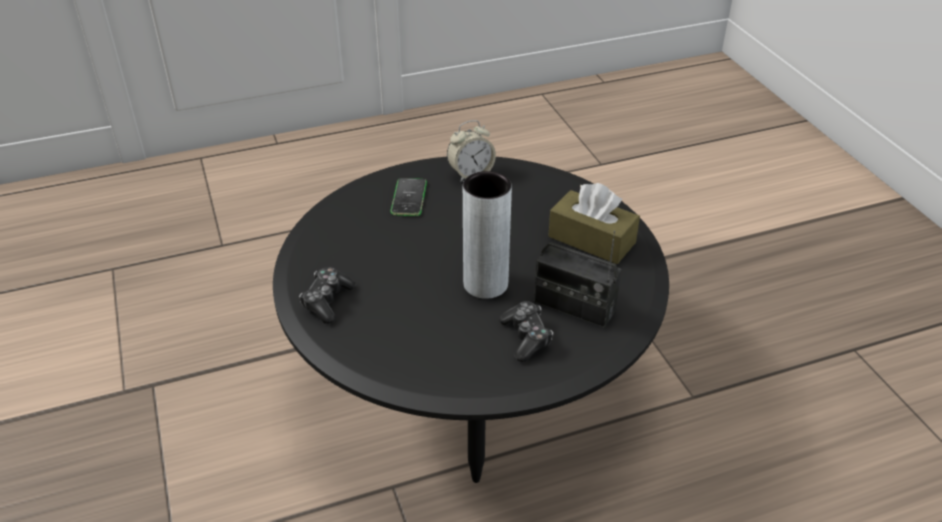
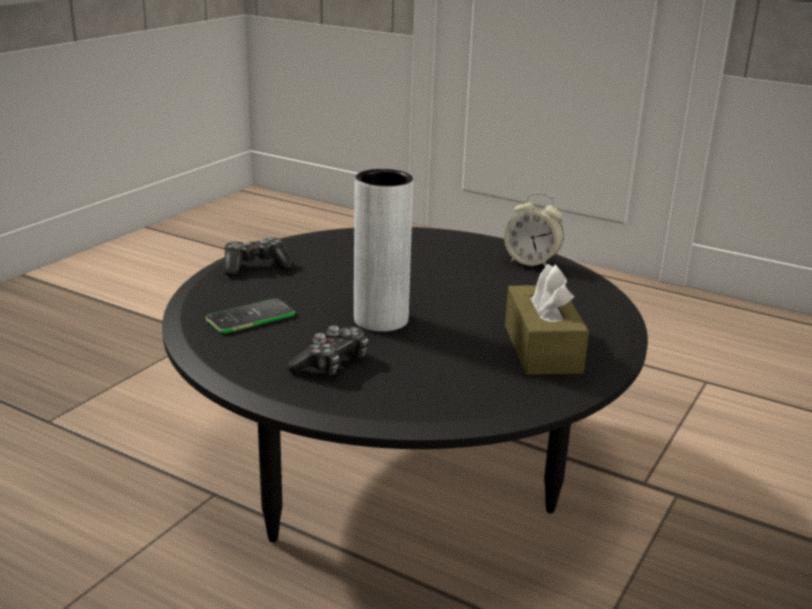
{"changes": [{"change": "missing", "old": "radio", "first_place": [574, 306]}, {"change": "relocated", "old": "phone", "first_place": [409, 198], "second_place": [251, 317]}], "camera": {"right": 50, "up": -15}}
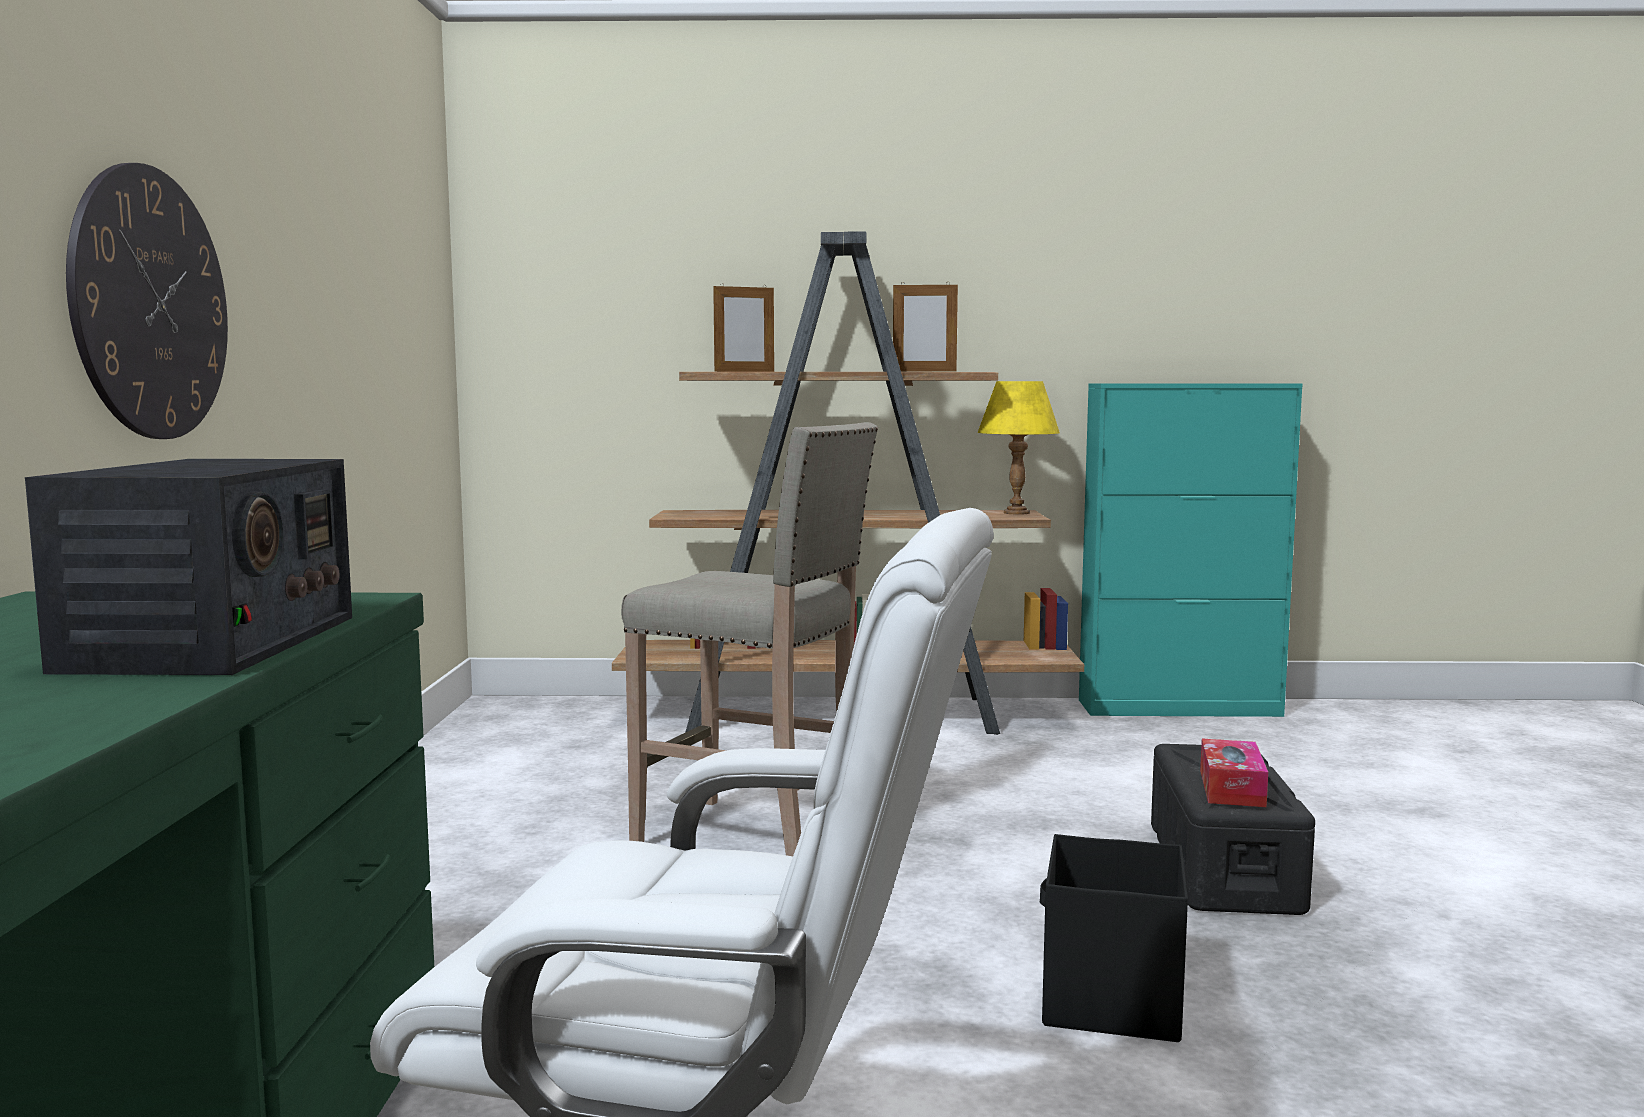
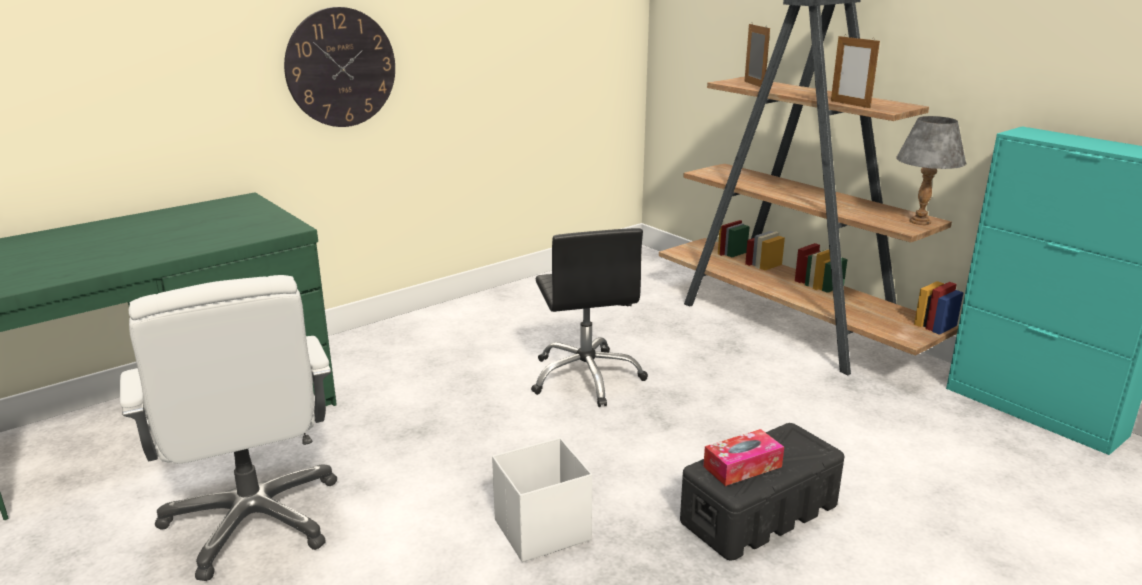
{"changes": [{"change": "missing", "old": "radio", "first_place": [213, 643]}, {"change": "exchanged", "old": "beige stool", "new": "black office chair", "first_place": [754, 839], "second_place": [586, 377]}, {"change": "colour", "old": "yellow table lamp", "new": "grey table lamp", "first_place": [1017, 513], "second_place": [920, 222]}, {"change": "colour", "old": "black storage box", "new": "white storage box", "first_place": [1110, 1002], "second_place": [540, 530]}, {"change": "spun", "old": "picture frame", "first_place": [744, 371], "second_place": [754, 84], "degrees": -135}], "camera": {"right": 50, "up": 15}}
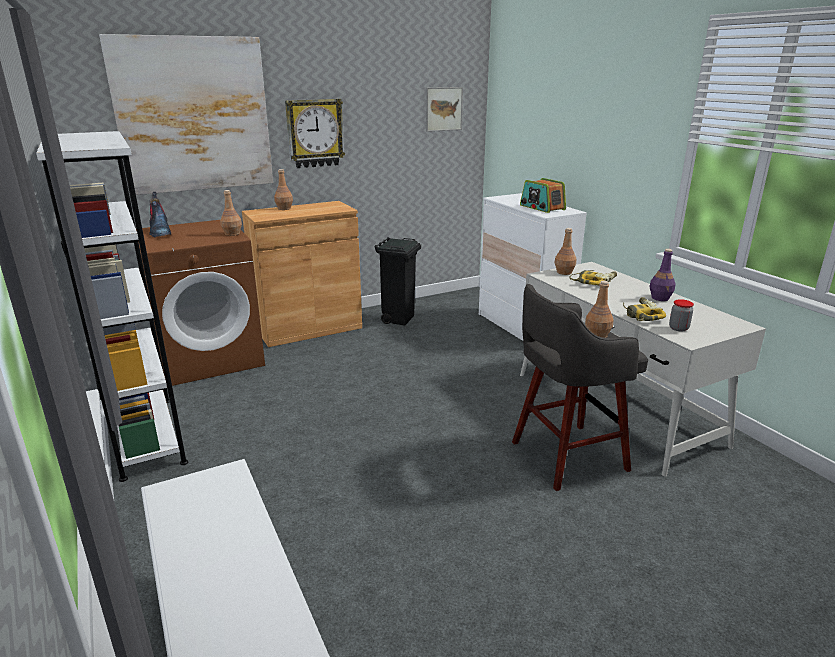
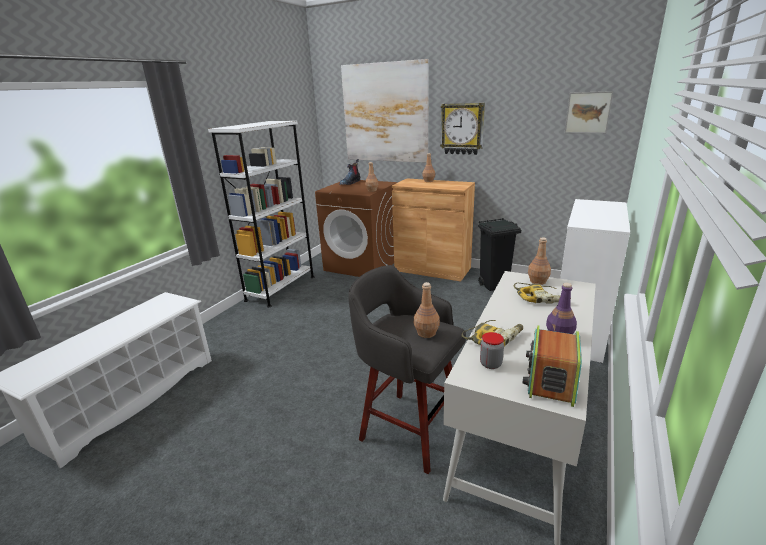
{"changes": [{"change": "relocated", "old": "radio", "first_place": [542, 207], "second_place": [550, 379]}], "camera": {"right": 55, "up": 0}}
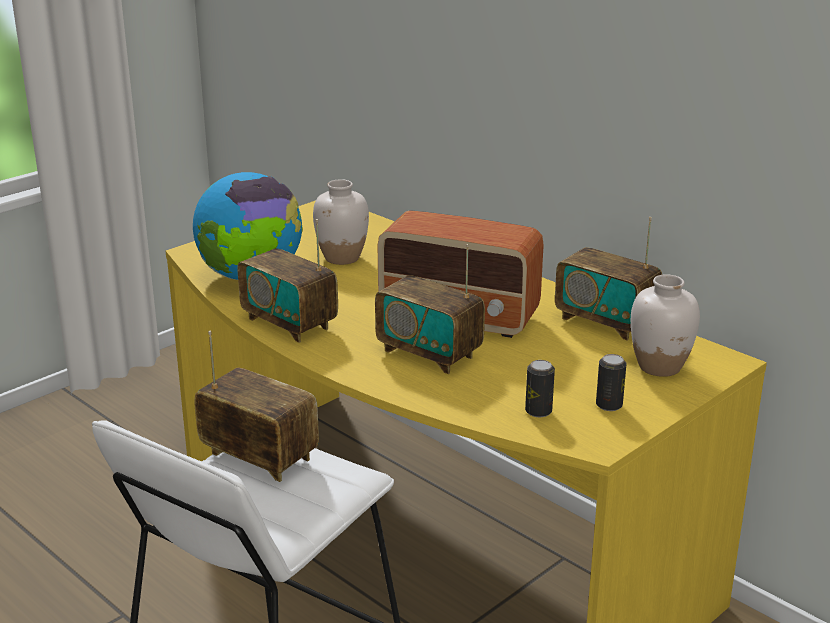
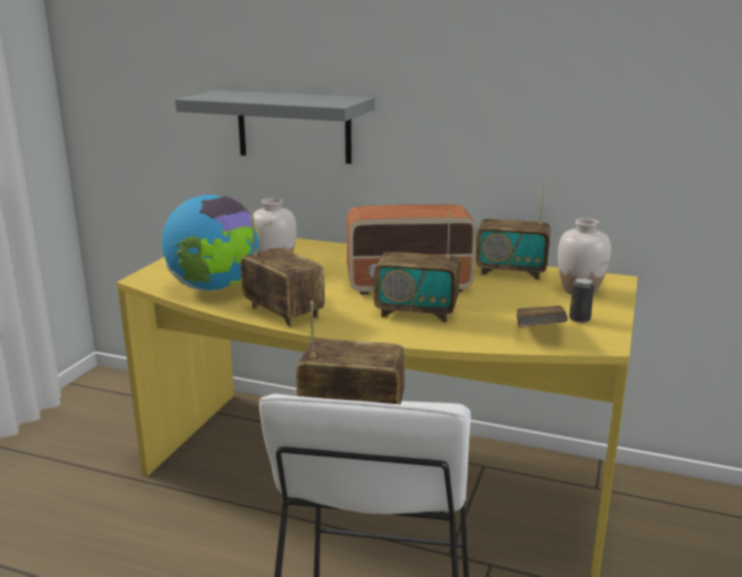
{"changes": [{"change": "appeared", "new": "grey shelf", "second_place": [294, 126]}, {"change": "exchanged", "old": "can", "new": "brown book", "first_place": [538, 411], "second_place": [539, 332]}, {"change": "spun", "old": "radio", "first_place": [289, 323], "second_place": [283, 312], "degrees": -150}], "camera": {"right": -25, "up": -5}}
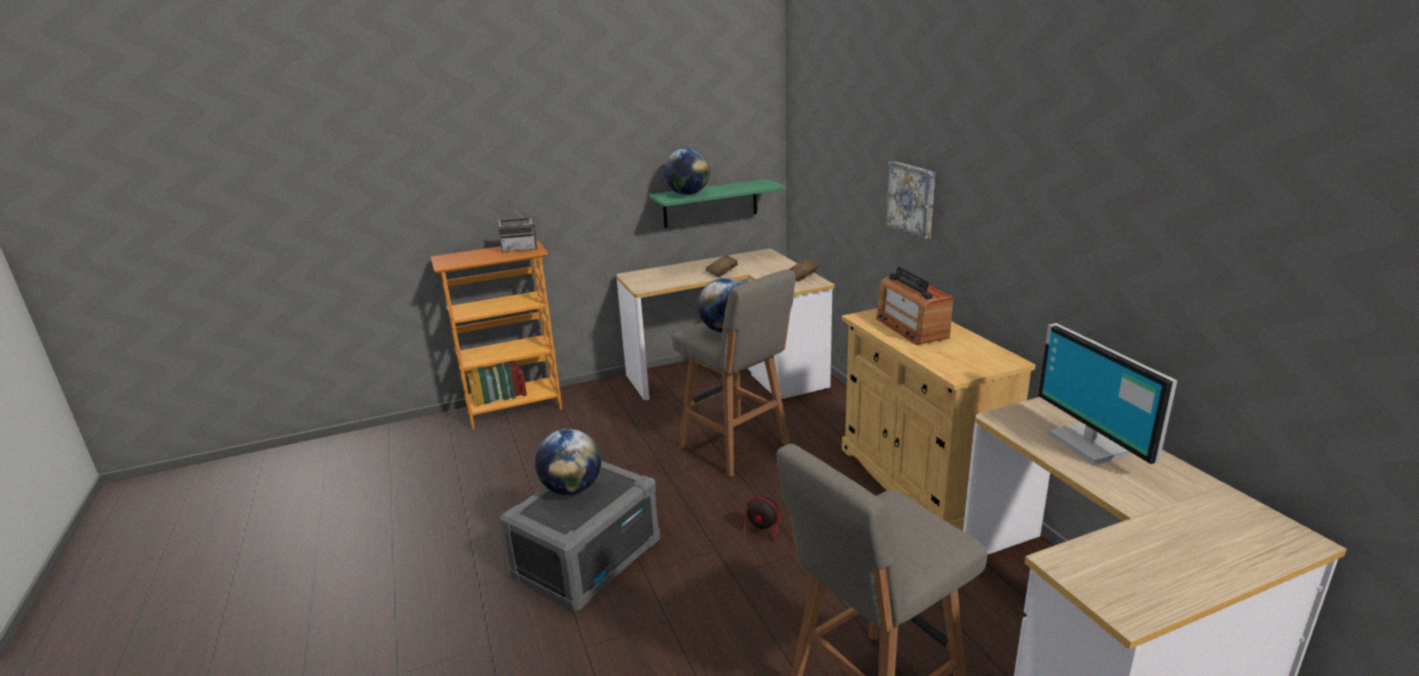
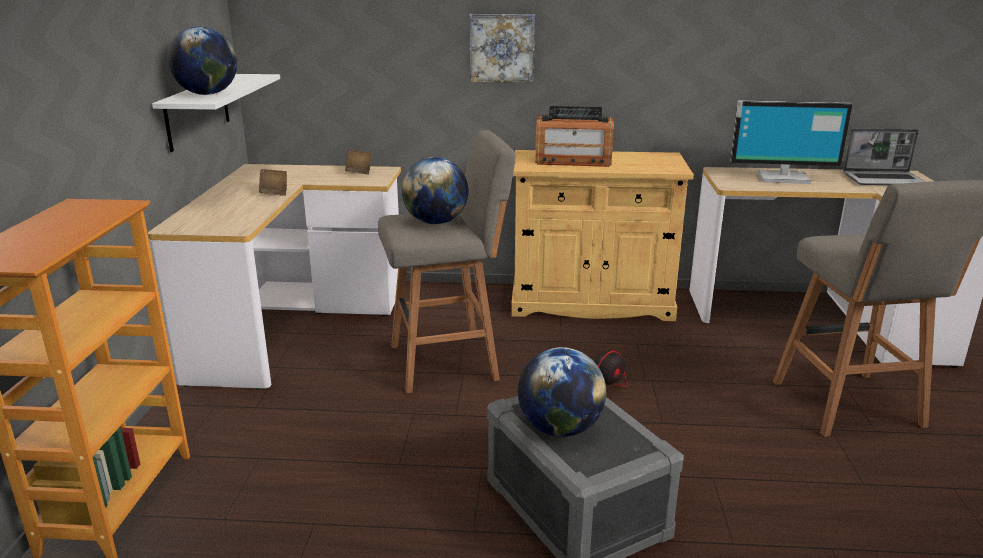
{"changes": [{"change": "missing", "old": "radio", "first_place": [520, 249]}, {"change": "appeared", "new": "laptop", "second_place": [884, 180]}, {"change": "colour", "old": "green shelf", "new": "white shelf", "first_place": [710, 203], "second_place": [197, 111]}], "camera": {"right": -65, "up": 0}}
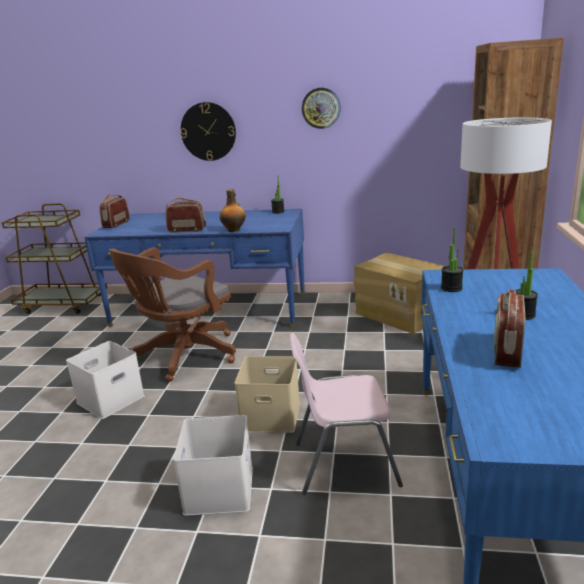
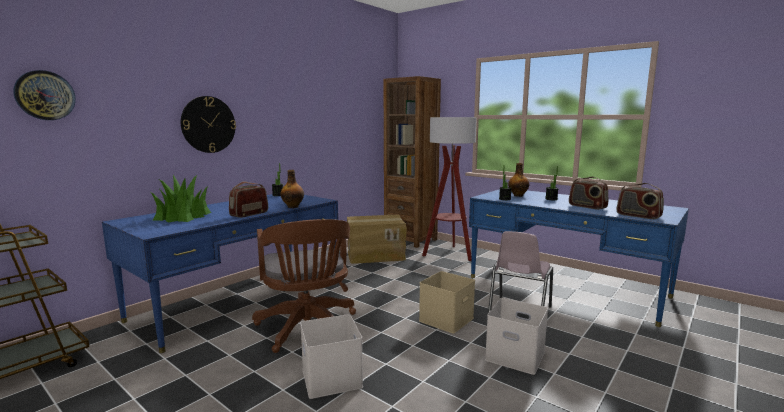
{"changes": [{"change": "appeared", "new": "potted plant", "second_place": [183, 216]}, {"change": "appeared", "new": "bottle", "second_place": [518, 195]}, {"change": "relocated", "old": "radio", "first_place": [116, 224], "second_place": [638, 216]}, {"change": "relocated", "old": "wall clock", "first_place": [321, 108], "second_place": [45, 95]}], "camera": {"right": -60, "up": -10}}
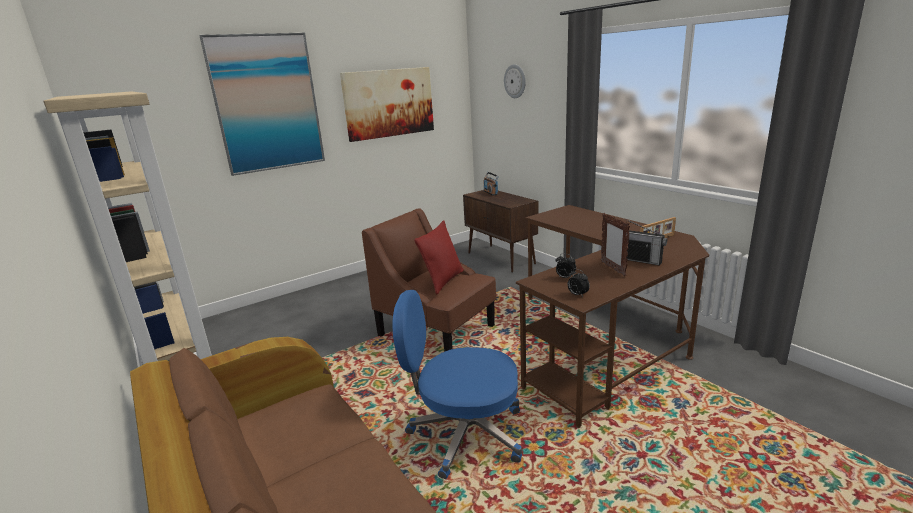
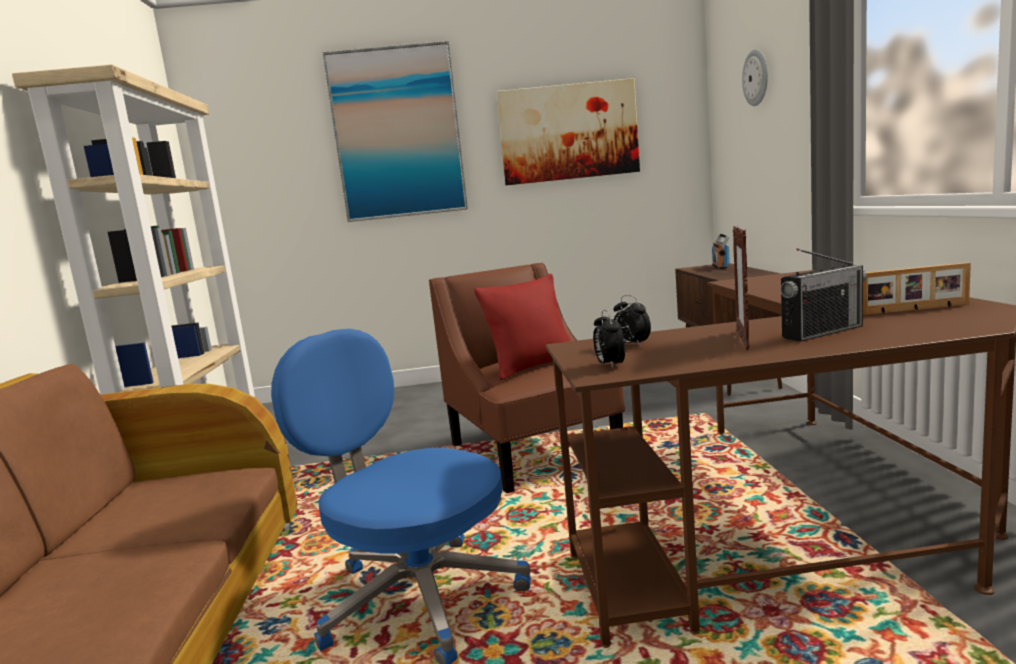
{"changes": [{"change": "spun", "old": "radio", "first_place": [639, 260], "second_place": [822, 332], "degrees": -90}], "camera": {"right": 30, "up": -10}}
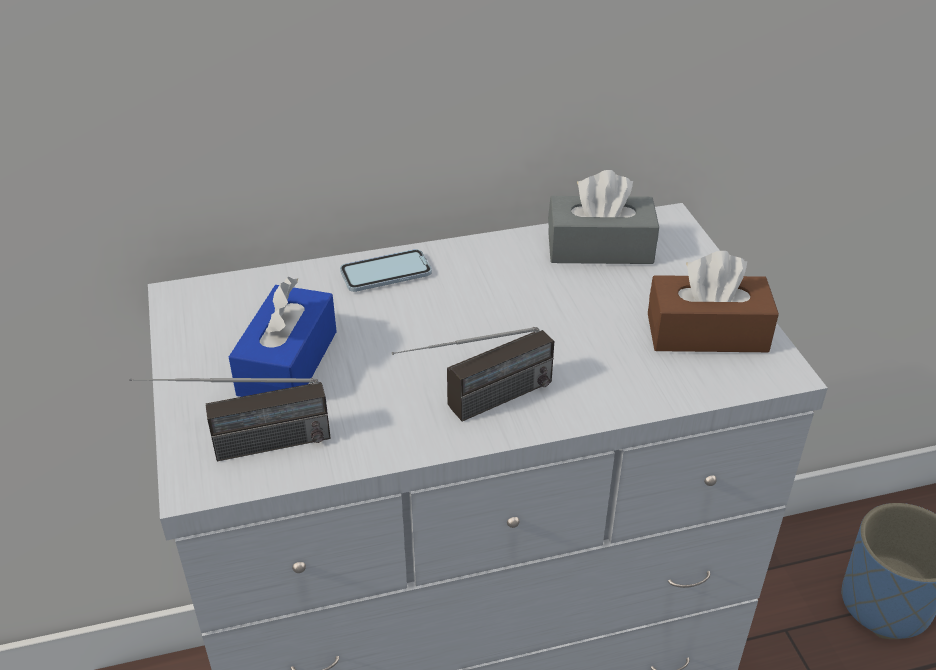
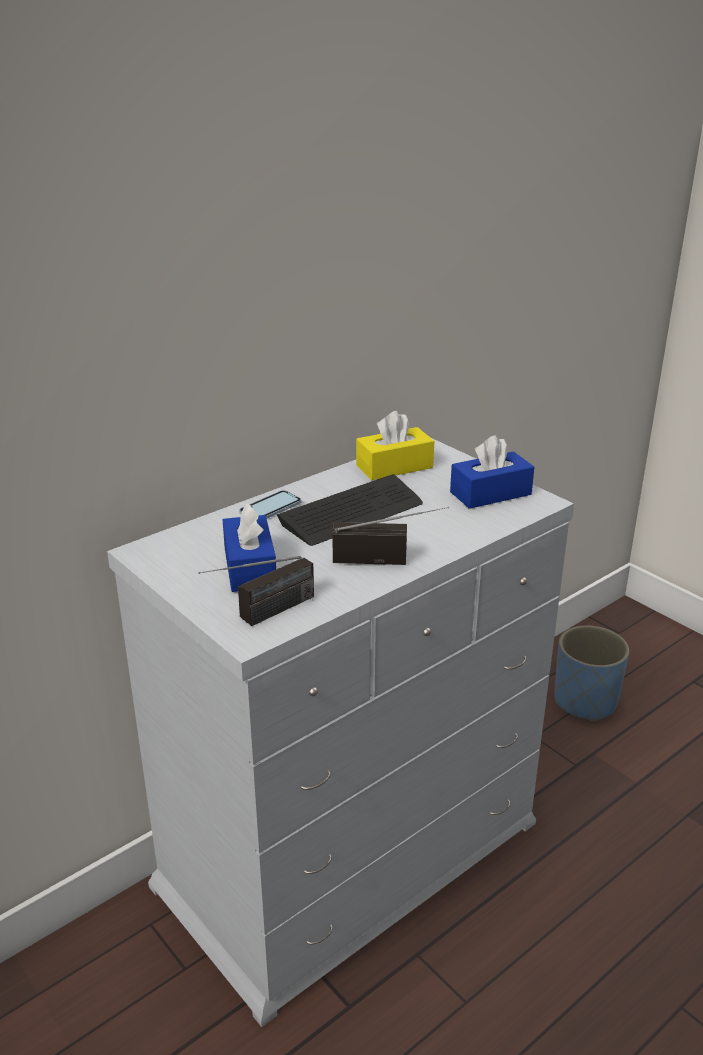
{"changes": [{"change": "appeared", "new": "keyboard", "second_place": [351, 513]}, {"change": "colour", "old": "grey tissue box", "new": "yellow tissue box", "first_place": [600, 248], "second_place": [394, 466]}, {"change": "colour", "old": "brown tissue box", "new": "blue tissue box", "first_place": [707, 333], "second_place": [490, 493]}, {"change": "spun", "old": "radio", "first_place": [477, 406], "second_place": [389, 559], "degrees": -120}], "camera": {"right": -25, "up": -10}}
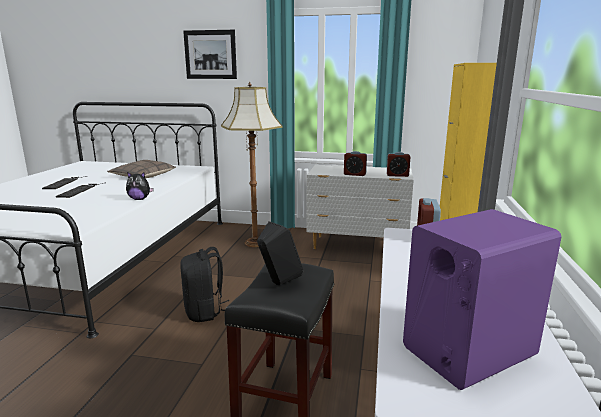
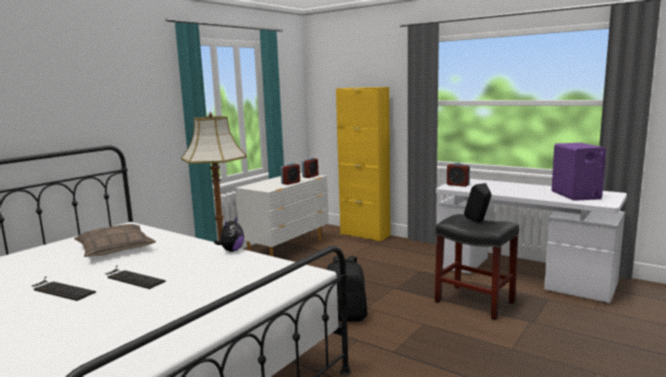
{"changes": [{"change": "missing", "old": "picture", "first_place": [210, 54]}], "camera": {"right": -65, "up": -5}}
